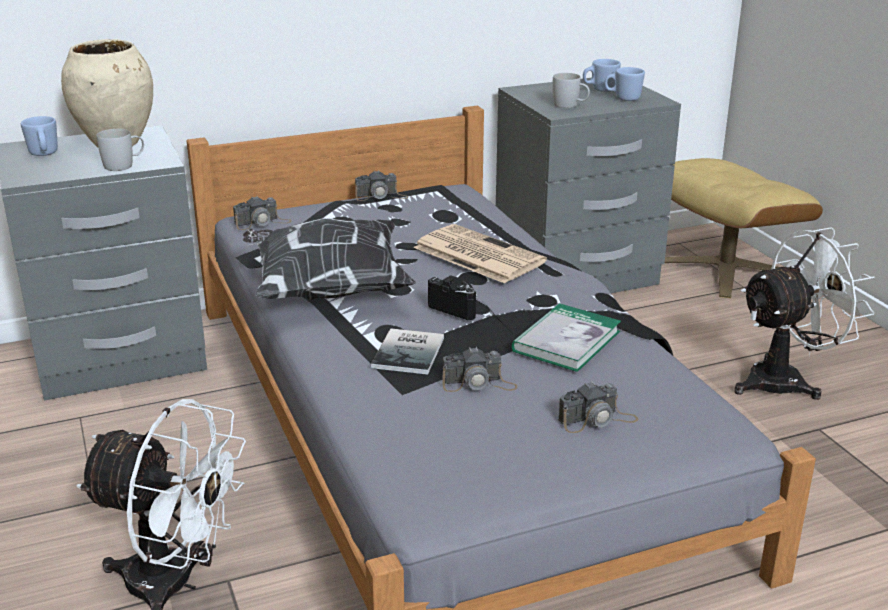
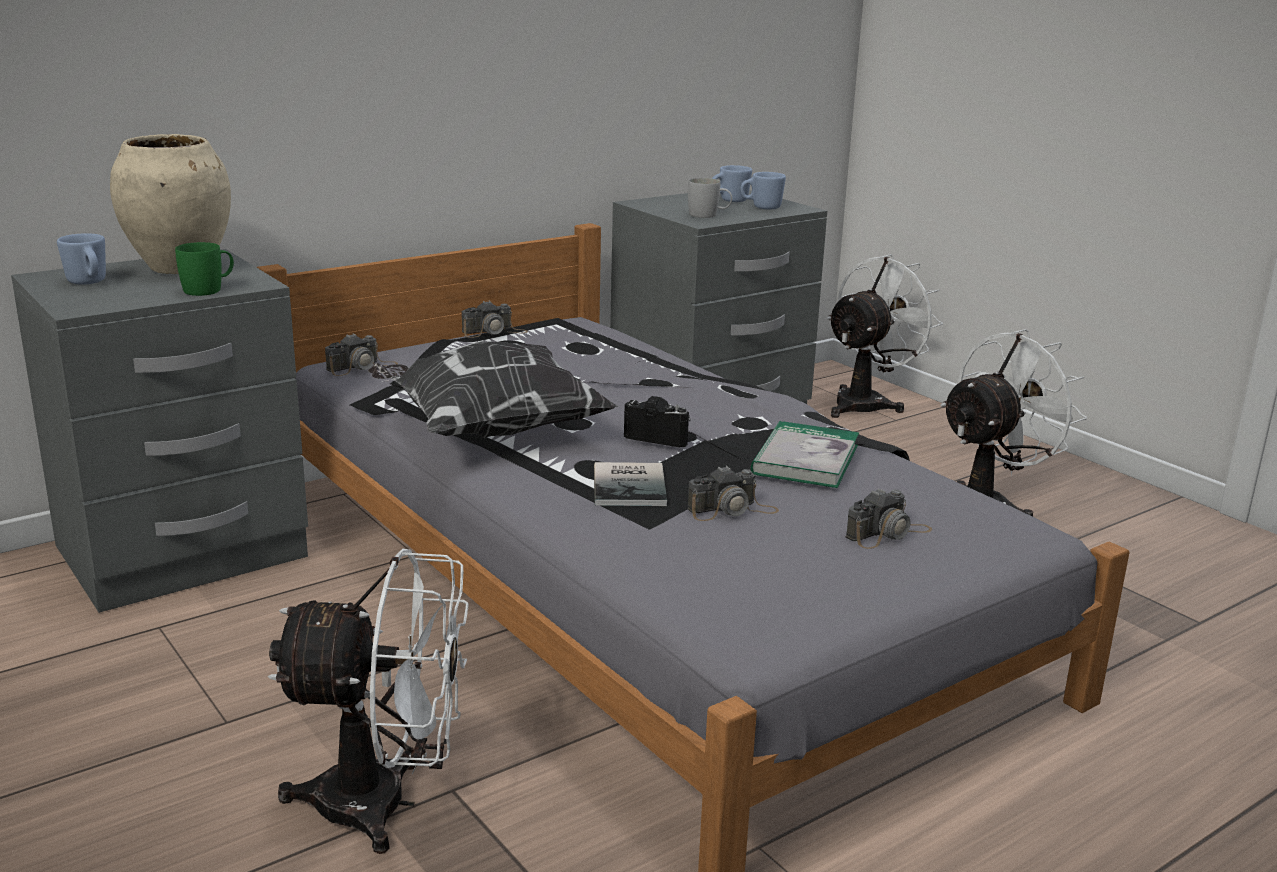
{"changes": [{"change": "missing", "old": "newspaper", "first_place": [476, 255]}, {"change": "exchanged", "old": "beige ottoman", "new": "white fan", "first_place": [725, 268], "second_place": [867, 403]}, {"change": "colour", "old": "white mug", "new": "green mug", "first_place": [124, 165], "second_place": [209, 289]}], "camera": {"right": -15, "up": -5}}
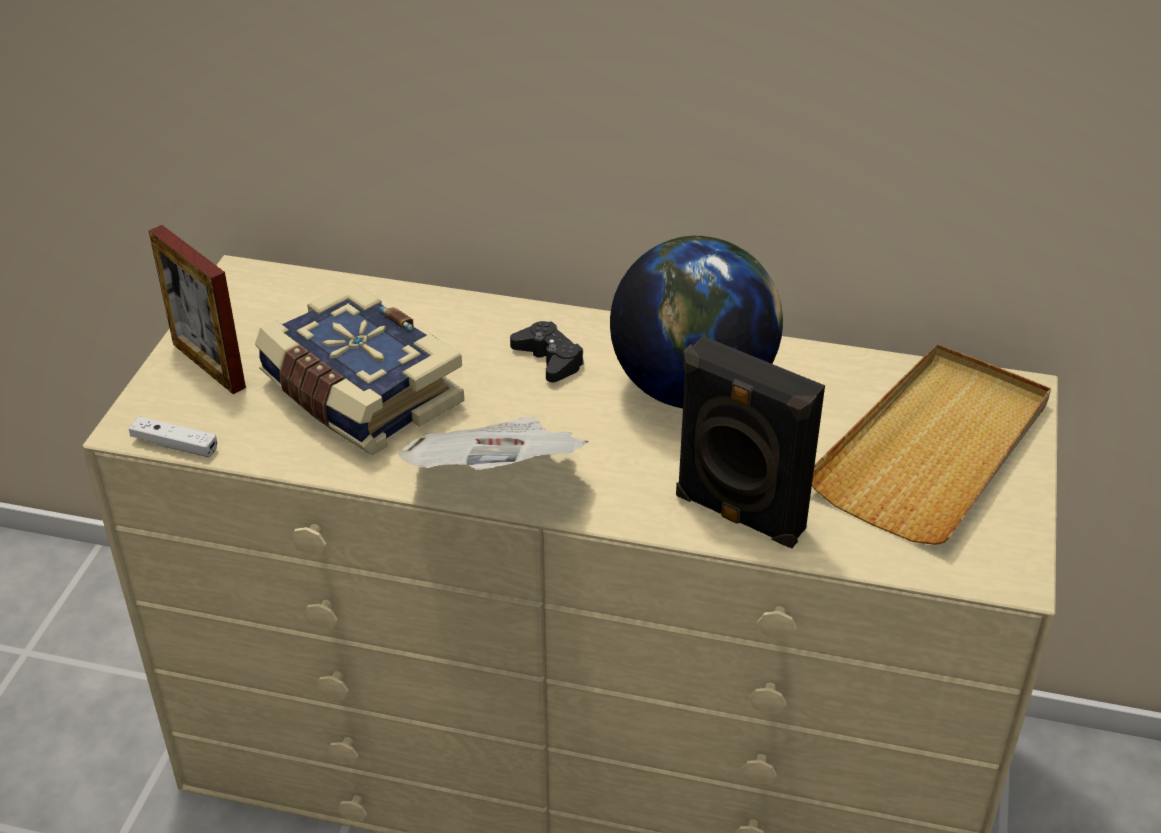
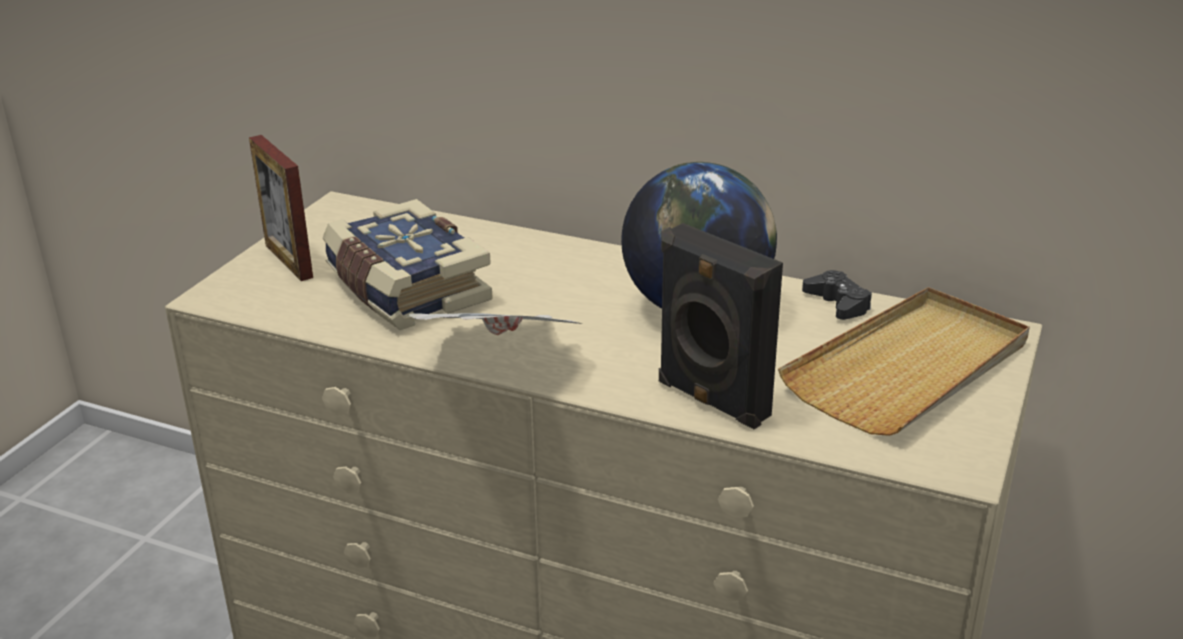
{"changes": [{"change": "missing", "old": "white game controller", "first_place": [175, 445]}, {"change": "relocated", "old": "black game controller", "first_place": [549, 359], "second_place": [838, 303]}], "camera": {"right": 10, "up": -10}}
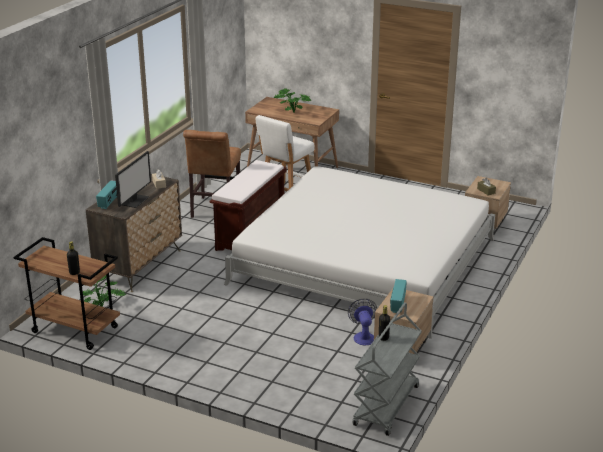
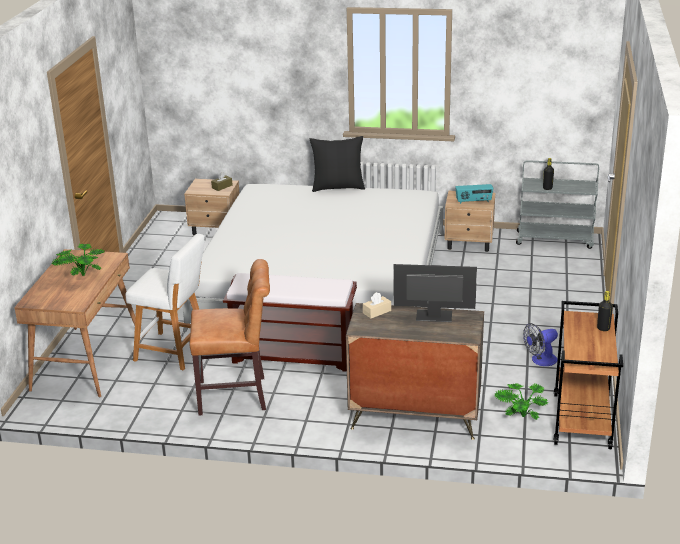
{"changes": [{"change": "missing", "old": "radio", "first_place": [109, 202]}, {"change": "appeared", "new": "black pillow", "second_place": [338, 187]}, {"change": "relocated", "old": "fan", "first_place": [363, 336], "second_place": [540, 360]}], "camera": {"right": -105, "up": 0}}
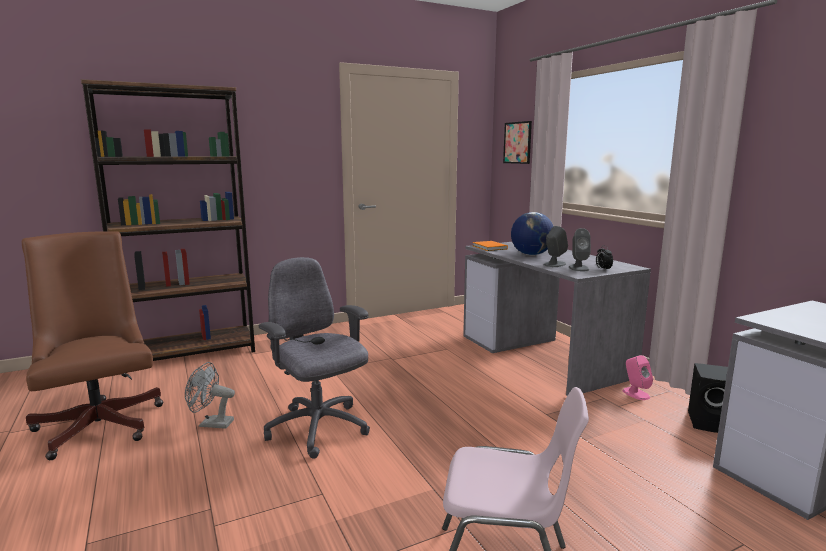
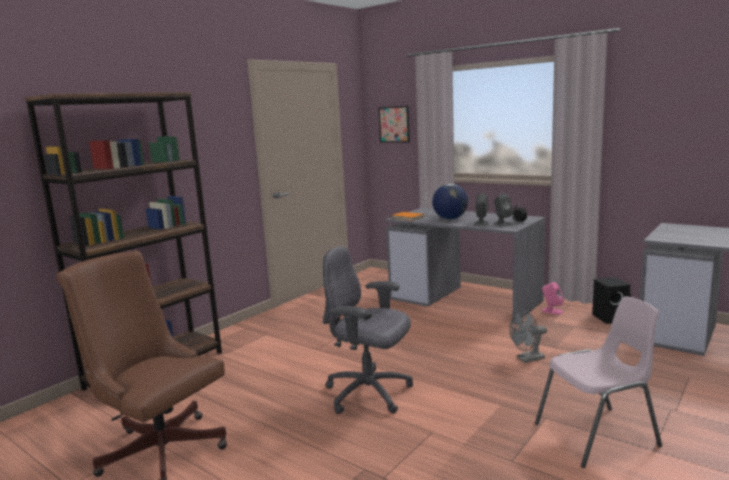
{"changes": [{"change": "relocated", "old": "grey fan", "first_place": [211, 424], "second_place": [527, 359]}], "camera": {"right": -25, "up": 0}}
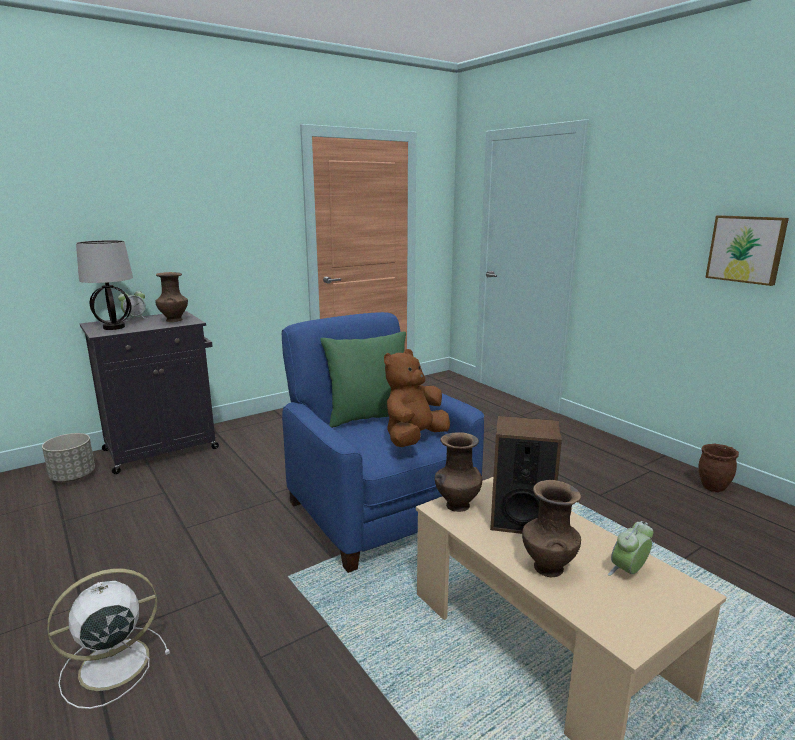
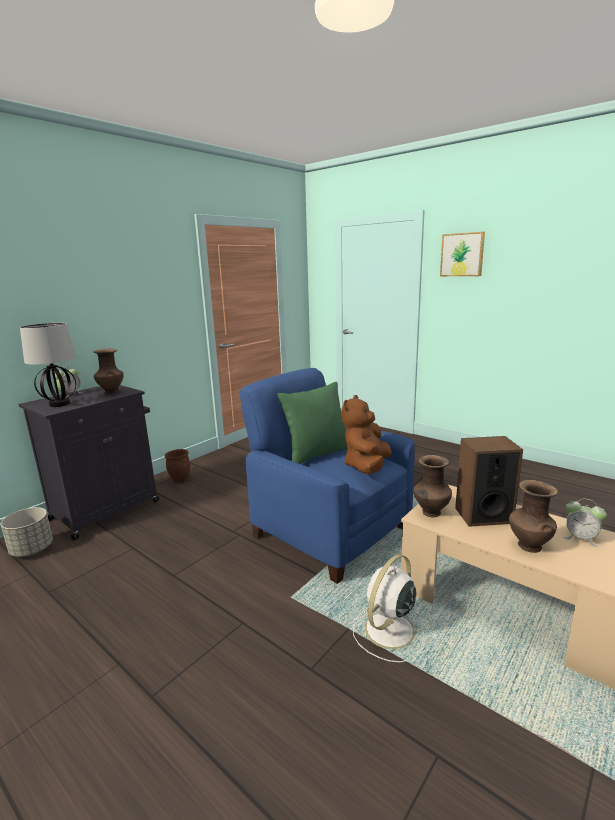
{"changes": [{"change": "relocated", "old": "white fan", "first_place": [111, 665], "second_place": [388, 631]}, {"change": "relocated", "old": "brown planter", "first_place": [712, 487], "second_place": [180, 479]}, {"change": "relocated", "old": "picture", "first_place": [746, 249], "second_place": [462, 254]}, {"change": "spun", "old": "alarm clock", "first_place": [628, 572], "second_place": [580, 538], "degrees": -90}], "camera": {"right": -15, "up": 0}}
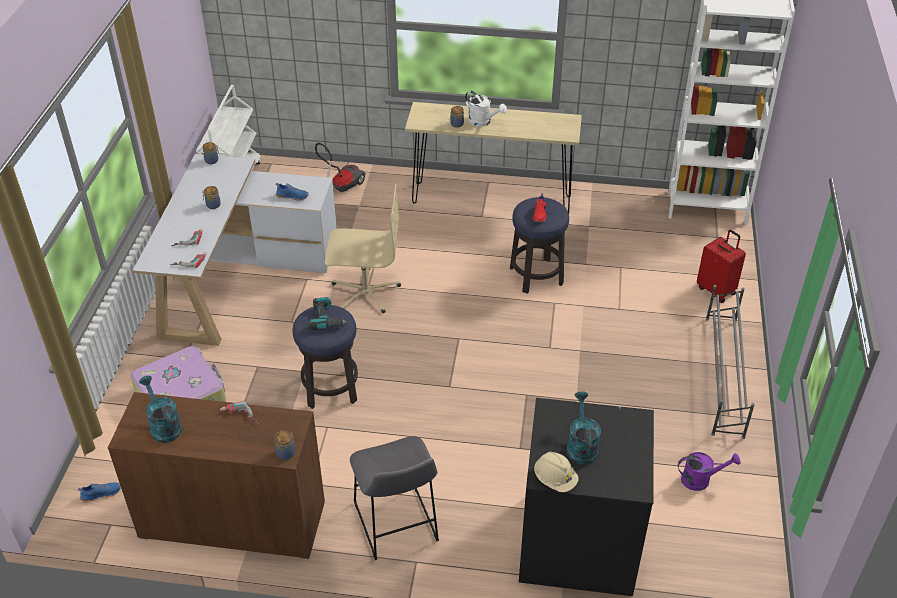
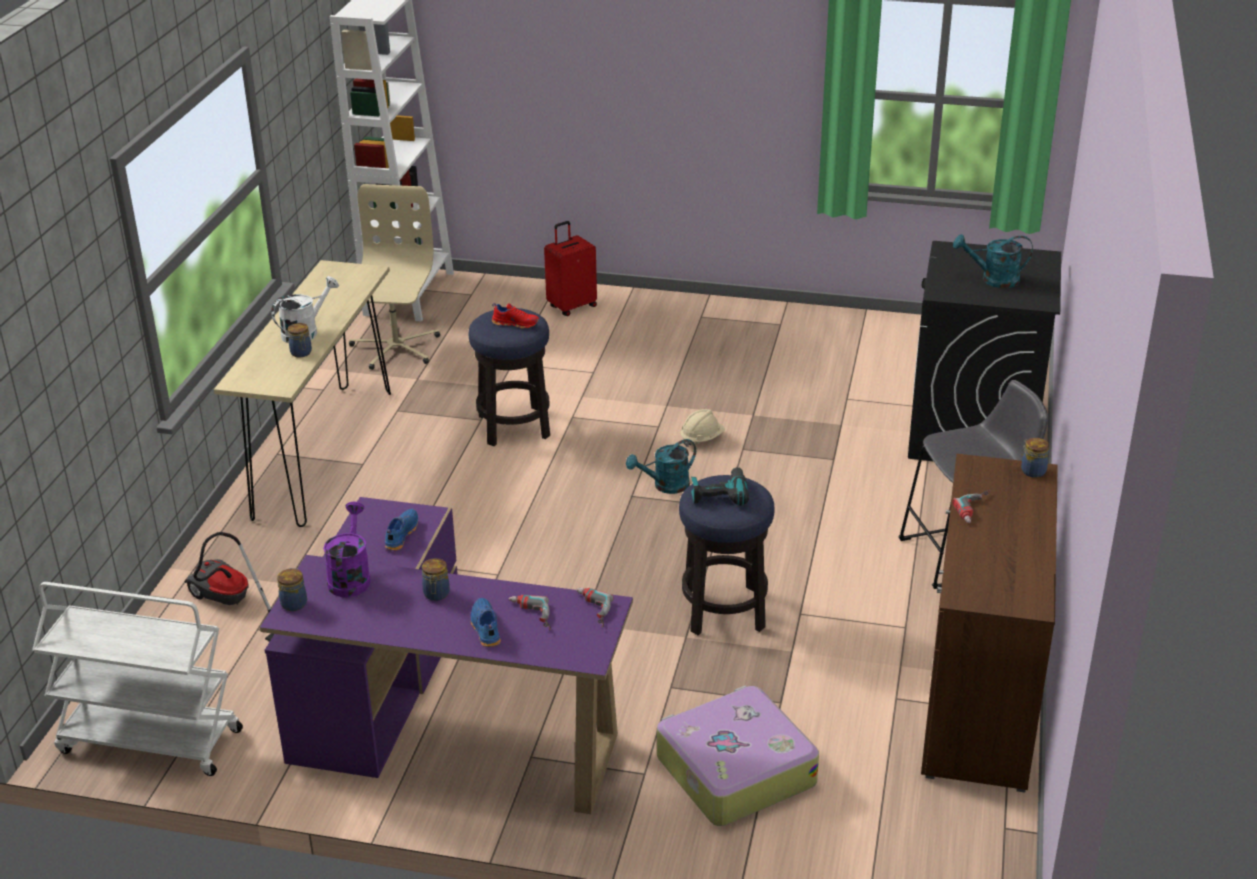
{"changes": [{"change": "missing", "old": "grey shoe rack", "first_place": [723, 376]}, {"change": "relocated", "old": "blue shoe", "first_place": [101, 494], "second_place": [485, 629]}, {"change": "relocated", "old": "turquoise watering can", "first_place": [163, 426], "second_place": [665, 486]}, {"change": "relocated", "old": "beige office chair", "first_place": [365, 292], "second_place": [395, 348]}, {"change": "relocated", "old": "beige hard hat", "first_place": [555, 479], "second_place": [701, 439]}, {"change": "relocated", "old": "purple watering can", "first_place": [701, 479], "second_place": [350, 577]}, {"change": "colour", "old": "white desk", "new": "purple desk", "first_place": [237, 276], "second_place": [440, 721]}], "camera": {"right": -85, "up": -10}}
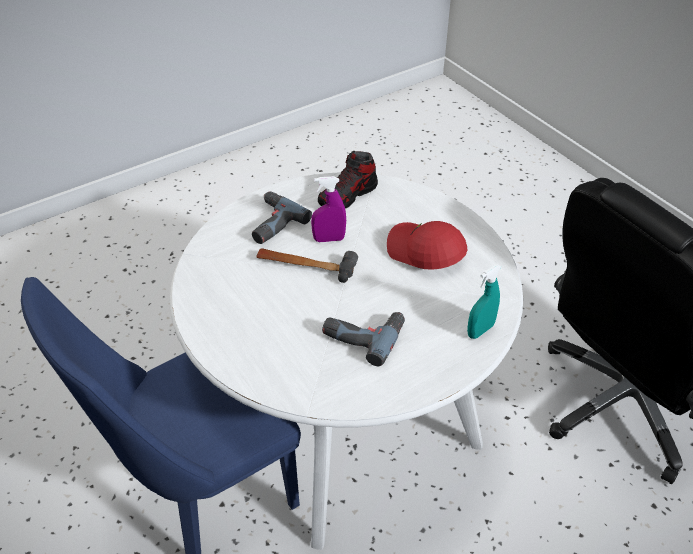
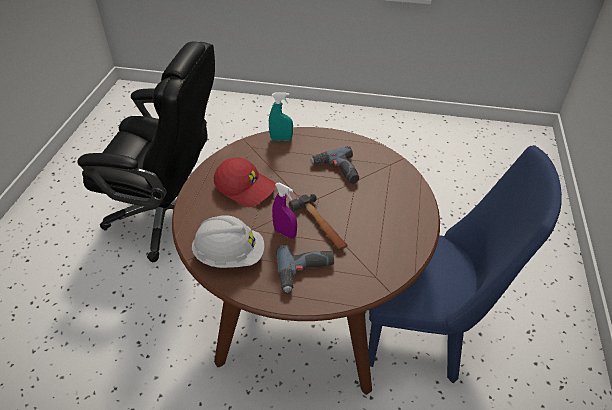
{"changes": [{"change": "exchanged", "old": "shoe", "new": "white hard hat", "first_place": [348, 196], "second_place": [229, 256]}, {"change": "colour", "old": "white dining table", "new": "brown dining table", "first_place": [346, 422], "second_place": [306, 313]}, {"change": "spun", "old": "red cap", "first_place": [424, 252], "second_place": [246, 187], "degrees": -60}], "camera": {"right": -135, "up": 0}}
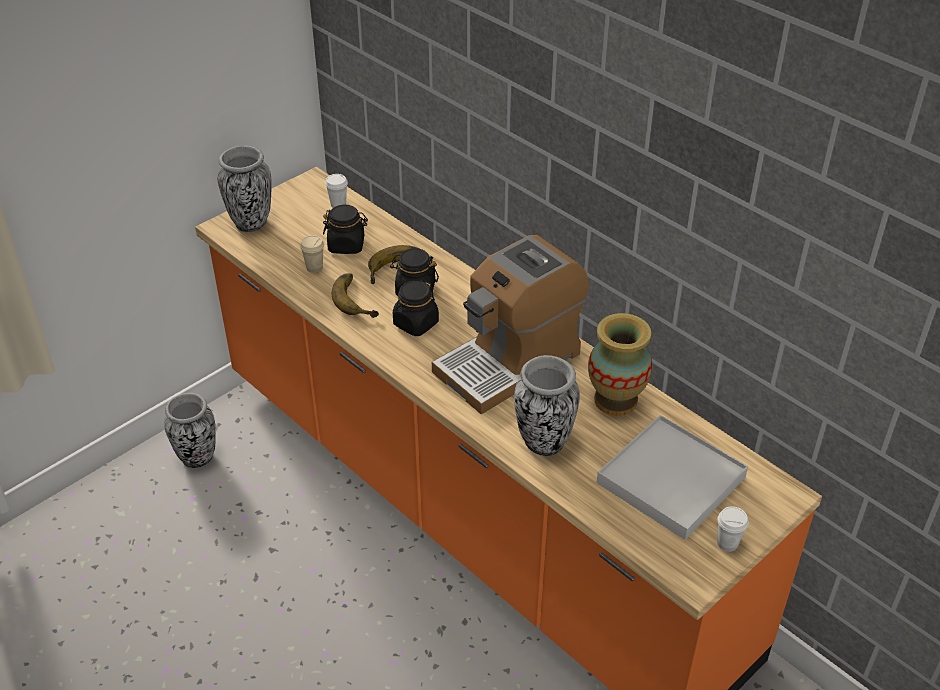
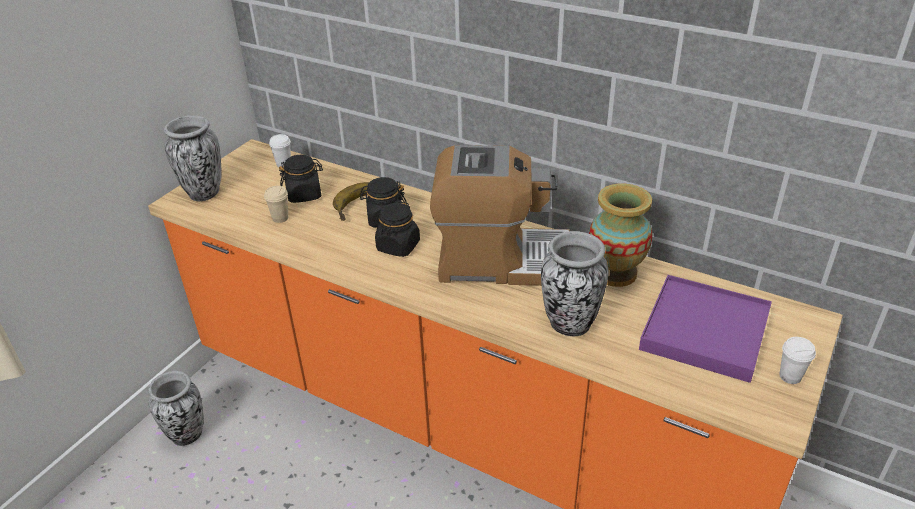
{"changes": [{"change": "missing", "old": "banana", "first_place": [358, 298]}, {"change": "colour", "old": "white tray", "new": "purple tray", "first_place": [670, 480], "second_place": [704, 331]}, {"change": "spun", "old": "coffee machine", "first_place": [509, 362], "second_place": [501, 261], "degrees": -120}], "camera": {"right": -15, "up": -5}}
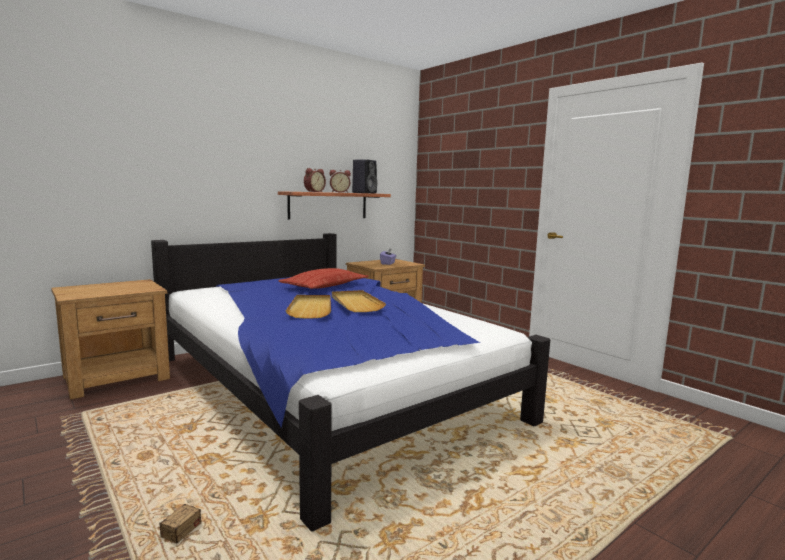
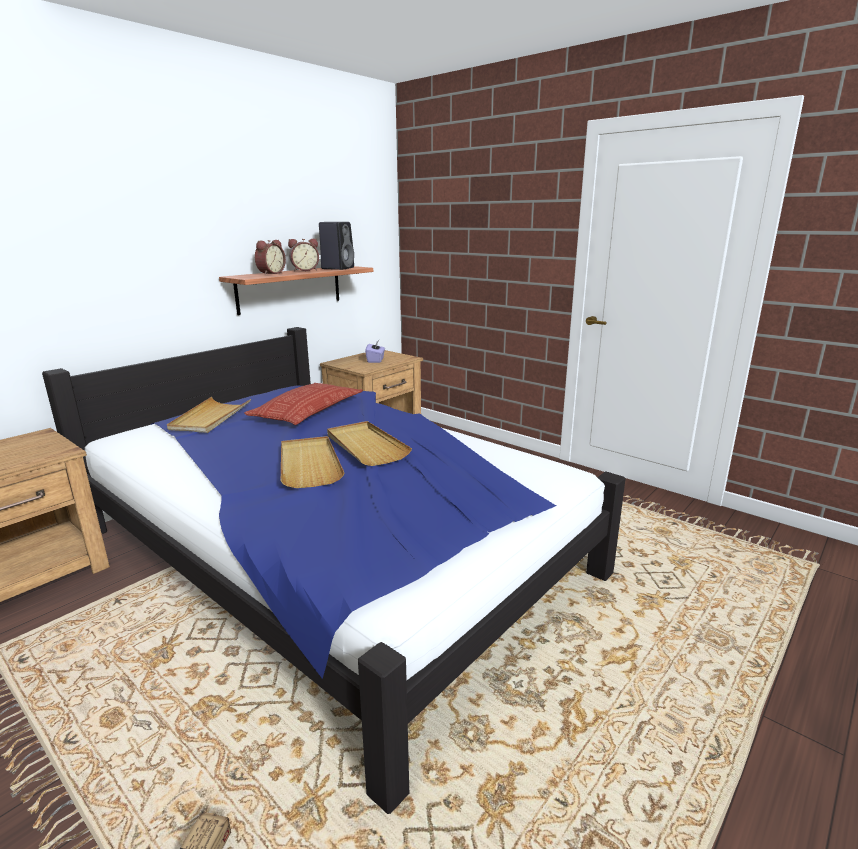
{"changes": [{"change": "appeared", "new": "beige tray", "second_place": [210, 418]}], "camera": {"right": -10, "up": 10}}
